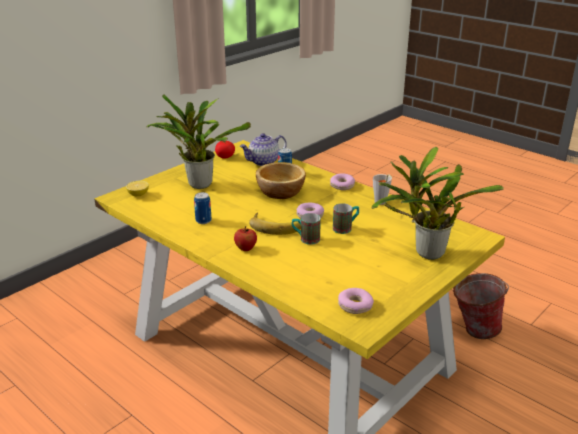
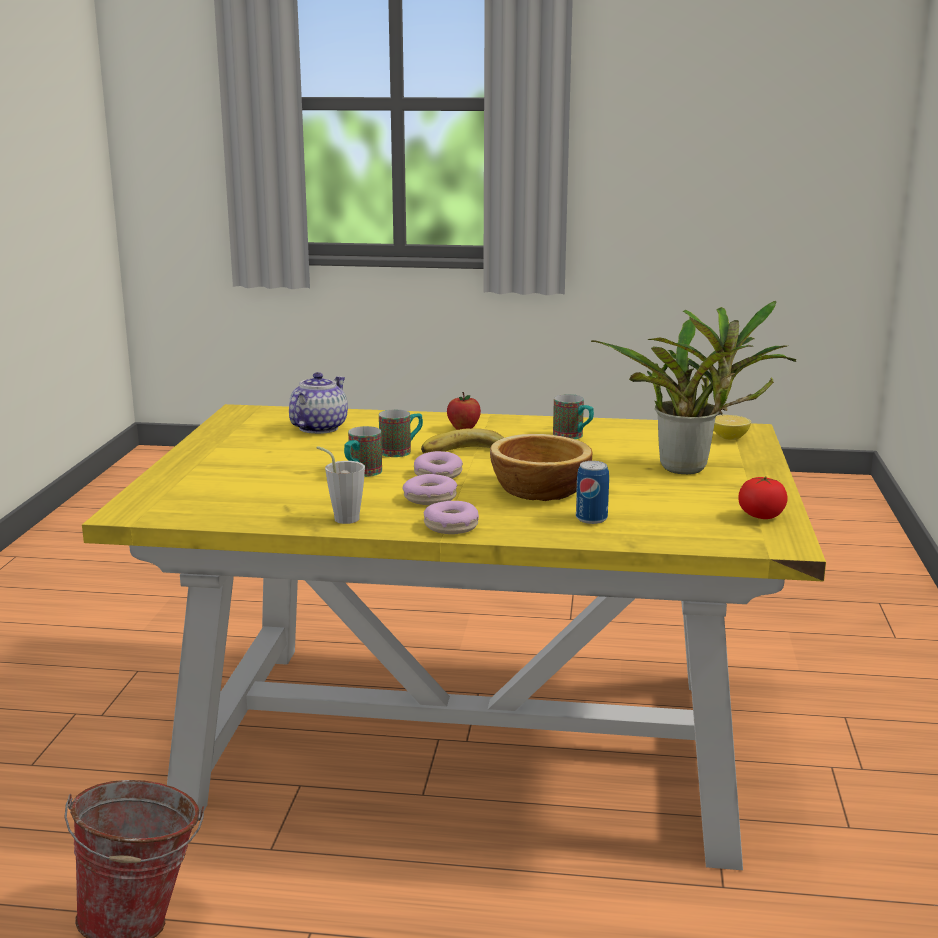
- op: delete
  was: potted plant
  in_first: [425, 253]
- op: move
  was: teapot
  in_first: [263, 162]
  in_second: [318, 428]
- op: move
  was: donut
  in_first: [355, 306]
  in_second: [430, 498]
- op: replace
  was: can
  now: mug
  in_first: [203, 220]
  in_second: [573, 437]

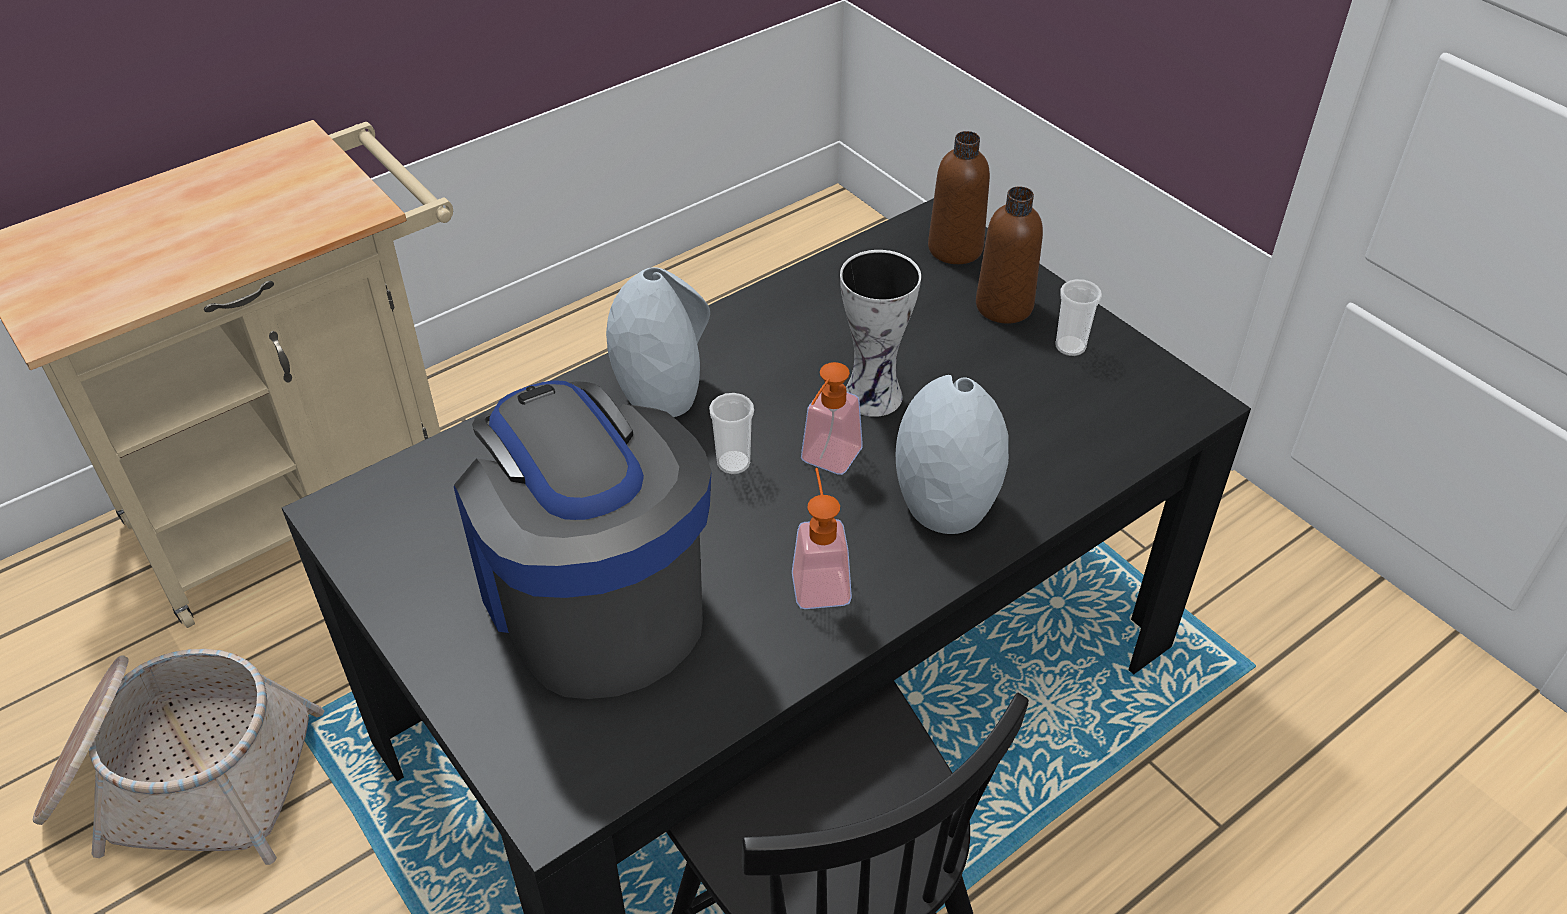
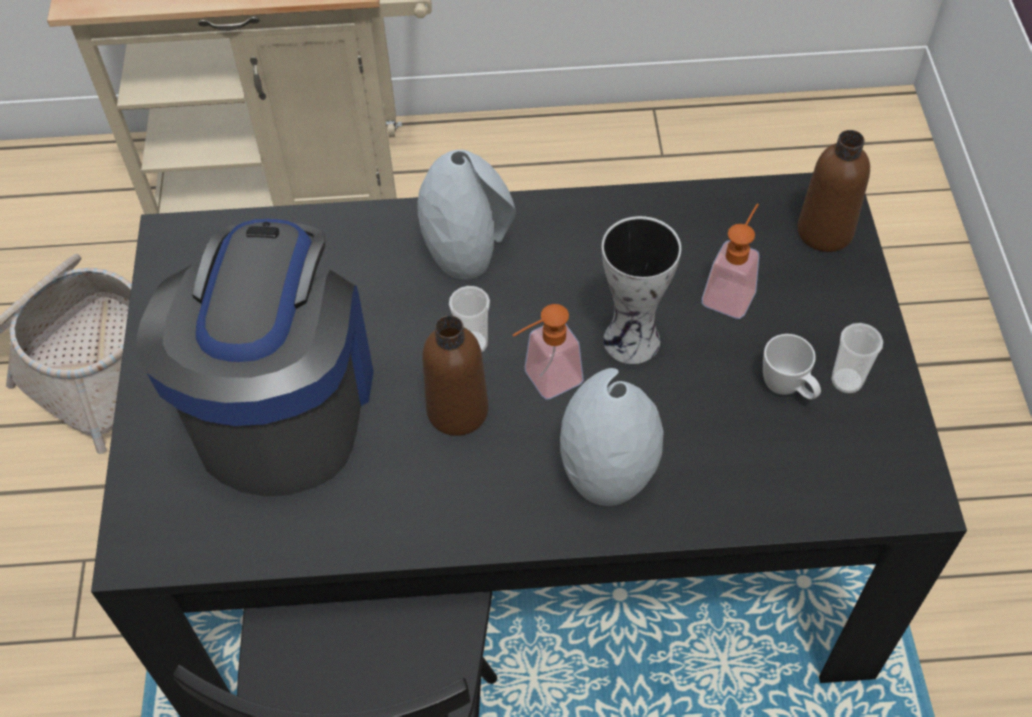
- op: insert
  now: white mug
  in_second: [788, 389]
- op: move
  was: soap dispenser
  in_first: [819, 579]
  in_second: [732, 291]
- op: move
  was: brown bottle
  in_first: [1004, 306]
  in_second: [457, 410]

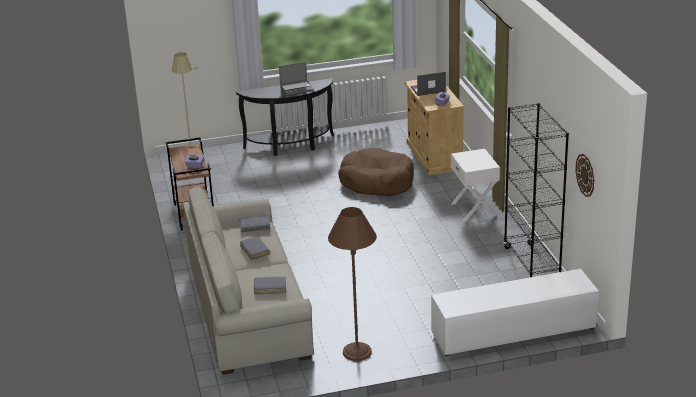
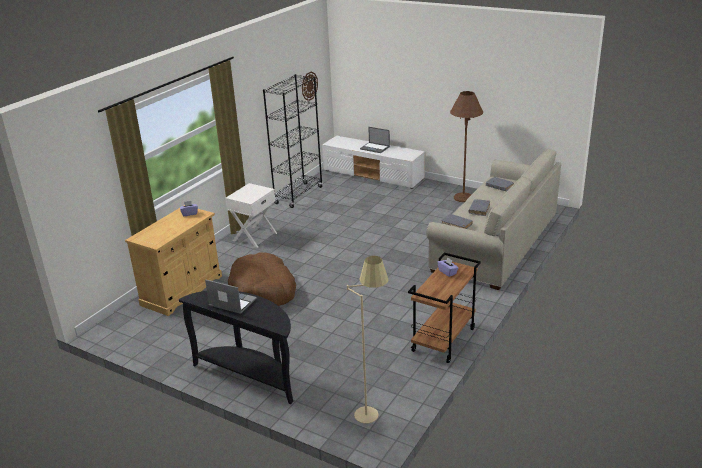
- op: move
  was: laptop
  in_first: [427, 90]
  in_second: [375, 148]

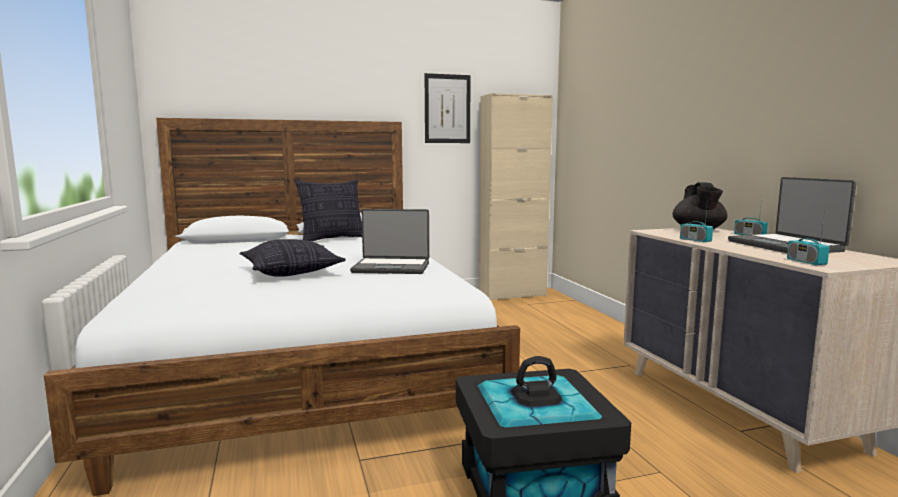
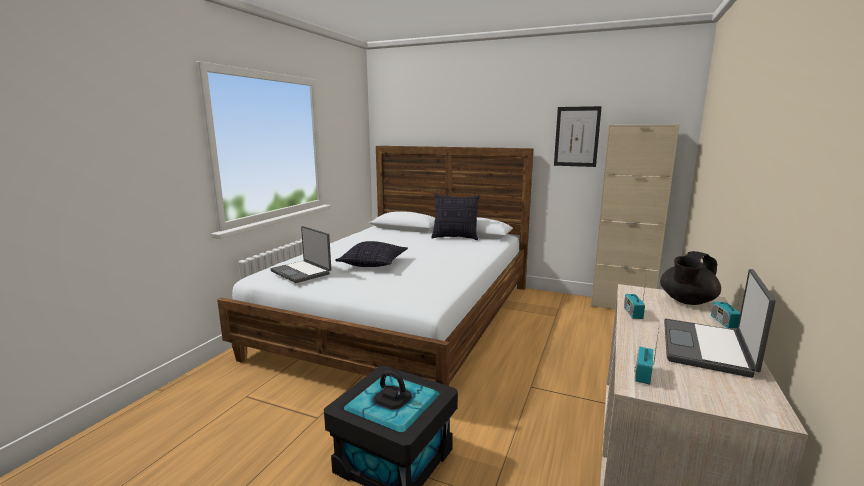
- op: move
  was: laptop
  in_first: [392, 267]
  in_second: [302, 272]

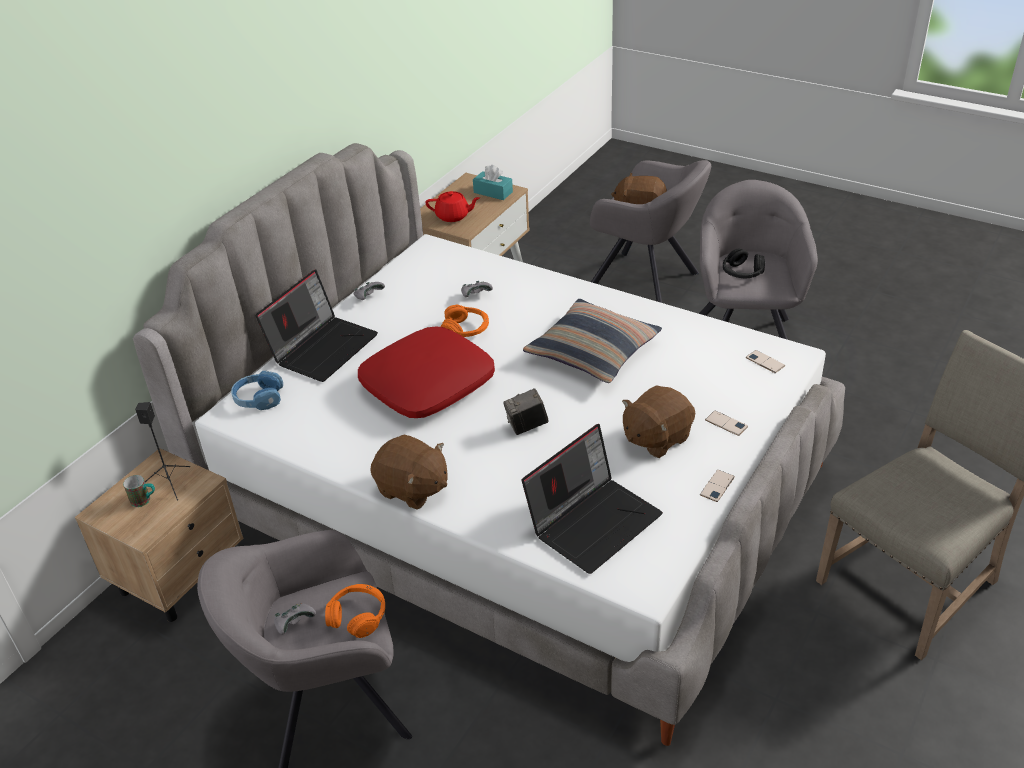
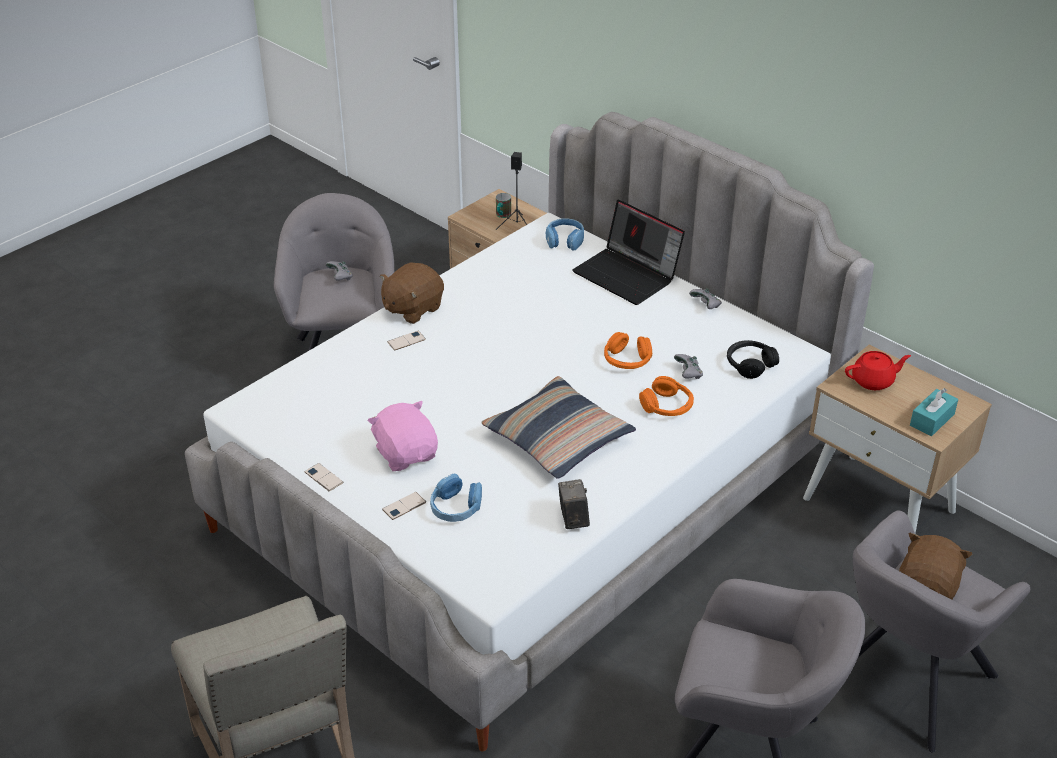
- op: delete
  was: red pillow
  in_first: [427, 384]
- op: delete
  was: laptop
  in_first: [593, 521]
- op: insert
  now: blue headphones
  in_second: [456, 508]
- op: move
  was: orange headphones
  in_first: [358, 616]
  in_second: [667, 406]
- op: move
  was: photo camera
  in_first: [526, 426]
  in_second: [573, 518]
- op: move
  was: black headphones
  in_first: [742, 273]
  in_second: [750, 364]
- op: move
  was: phone
  in_first: [765, 362]
  in_second: [406, 341]
- op: recolor
  was: brown plush toy
  now: pink plush toy
  in_first: [656, 438]
  in_second: [406, 454]
- op: rotate
  was: red teapot
  in_first: [453, 216]
  in_second: [873, 381]
  clockwise: -120

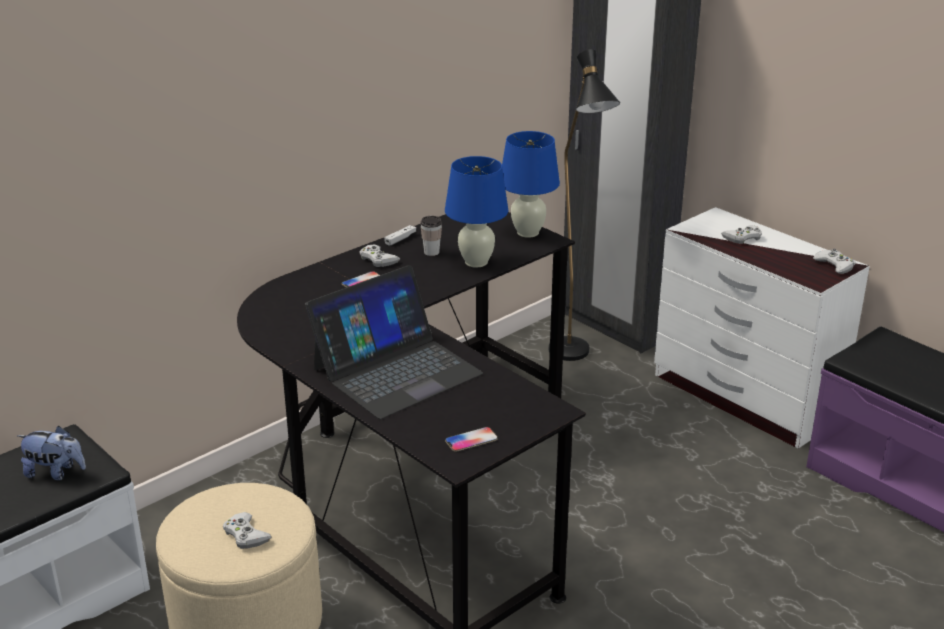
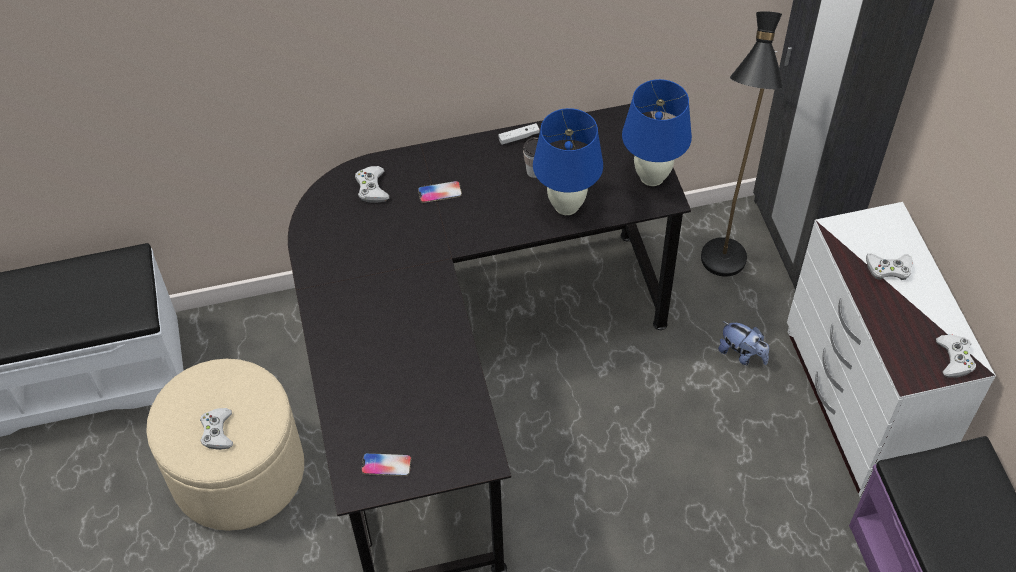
- op: delete
  was: laptop
  in_first: [396, 370]
- op: move
  was: plush toy
  in_first: [55, 472]
  in_second: [742, 354]
- op: move
  was: white game controller
  in_first: [378, 259]
  in_second: [372, 188]

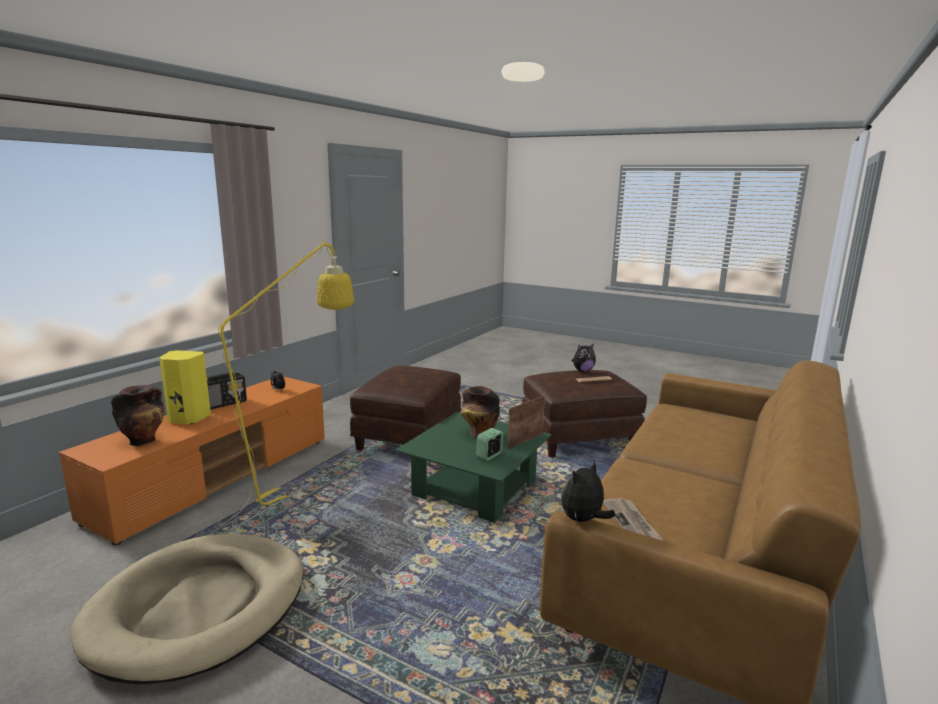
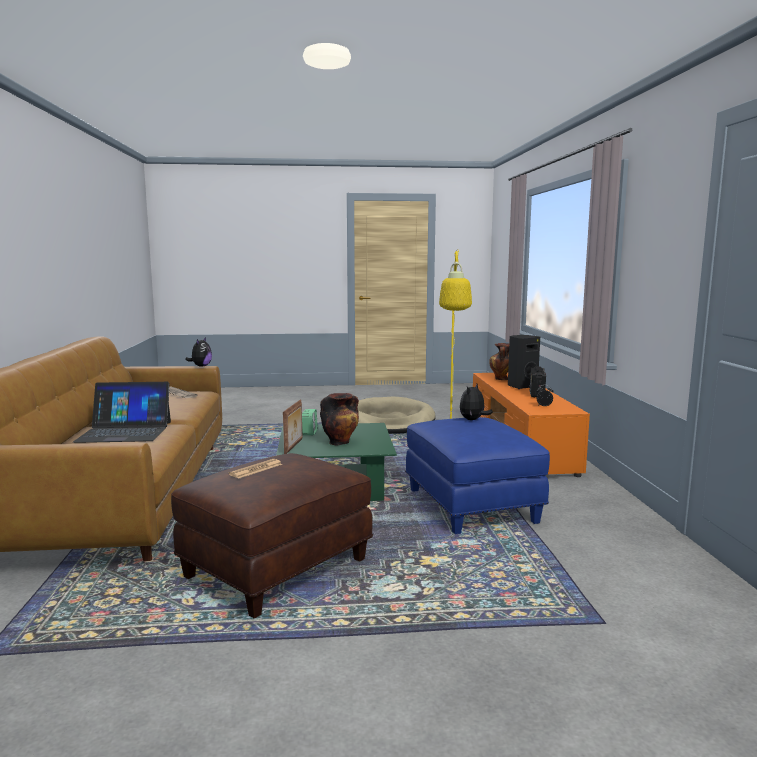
- op: insert
  now: laptop
  in_second: [125, 432]
- op: move
  was: plush toy
  in_first: [582, 371]
  in_second: [473, 420]
- op: recolor
  was: yellow speaker
  now: black speaker
  in_first: [188, 419]
  in_second: [521, 386]
- op: recolor
  was: brown ottoman
  now: blue ottoman
  in_first: [408, 436]
  in_second: [473, 506]

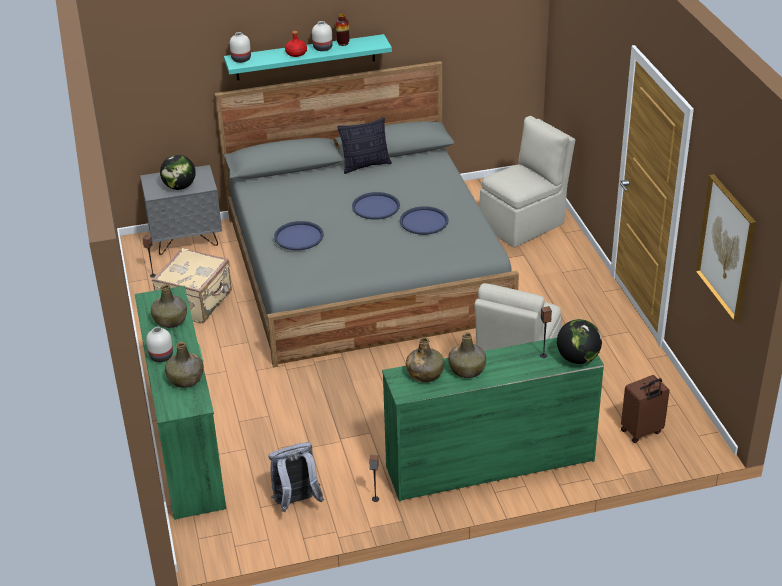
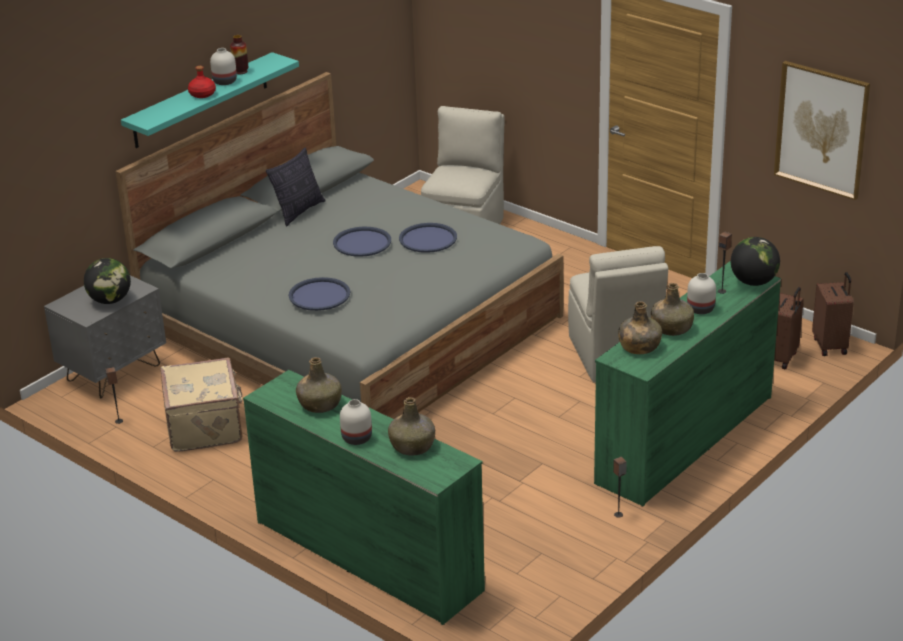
- op: delete
  was: grey backpack
  in_first: [296, 502]
- op: insert
  now: brown suitcase
  in_second: [830, 346]
- op: move
  was: white vase
  in_first: [241, 59]
  in_second: [700, 309]

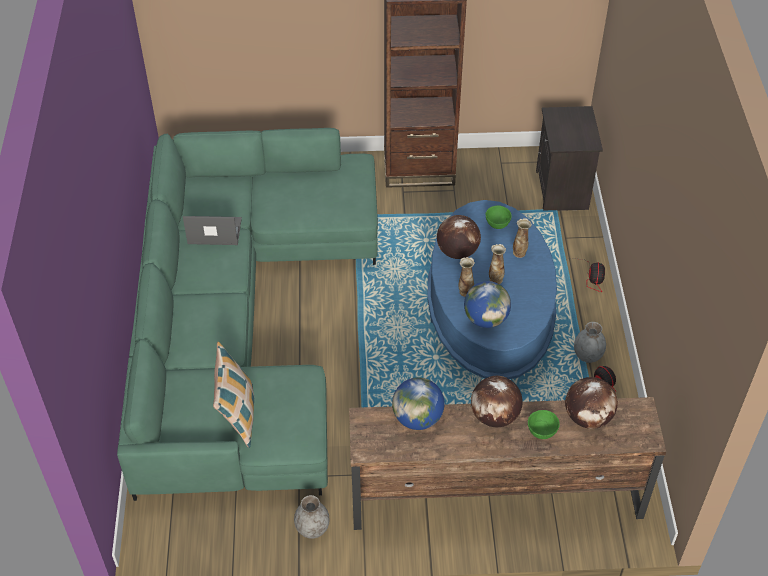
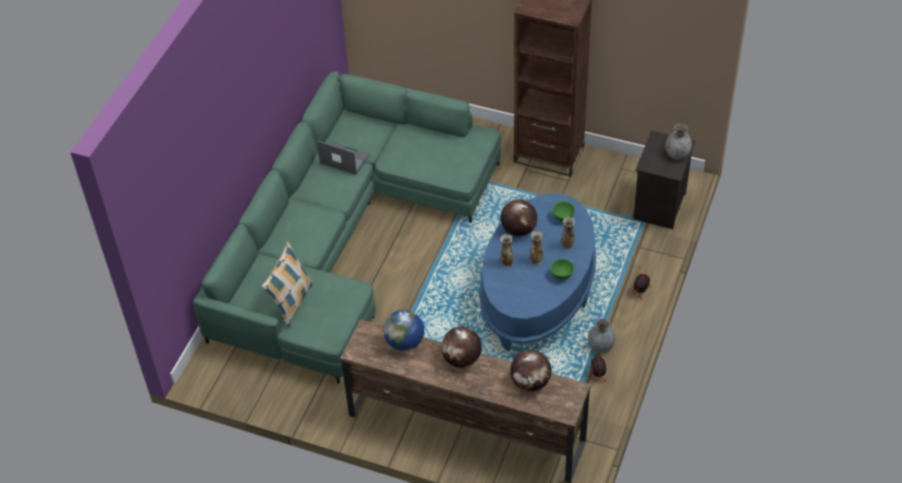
- op: delete
  was: globe
  in_first: [485, 319]
- op: move
  was: grey vase
  in_first: [312, 528]
  in_second: [677, 154]
- op: move
  was: green bowl
  in_first: [541, 432]
  in_second: [561, 275]

